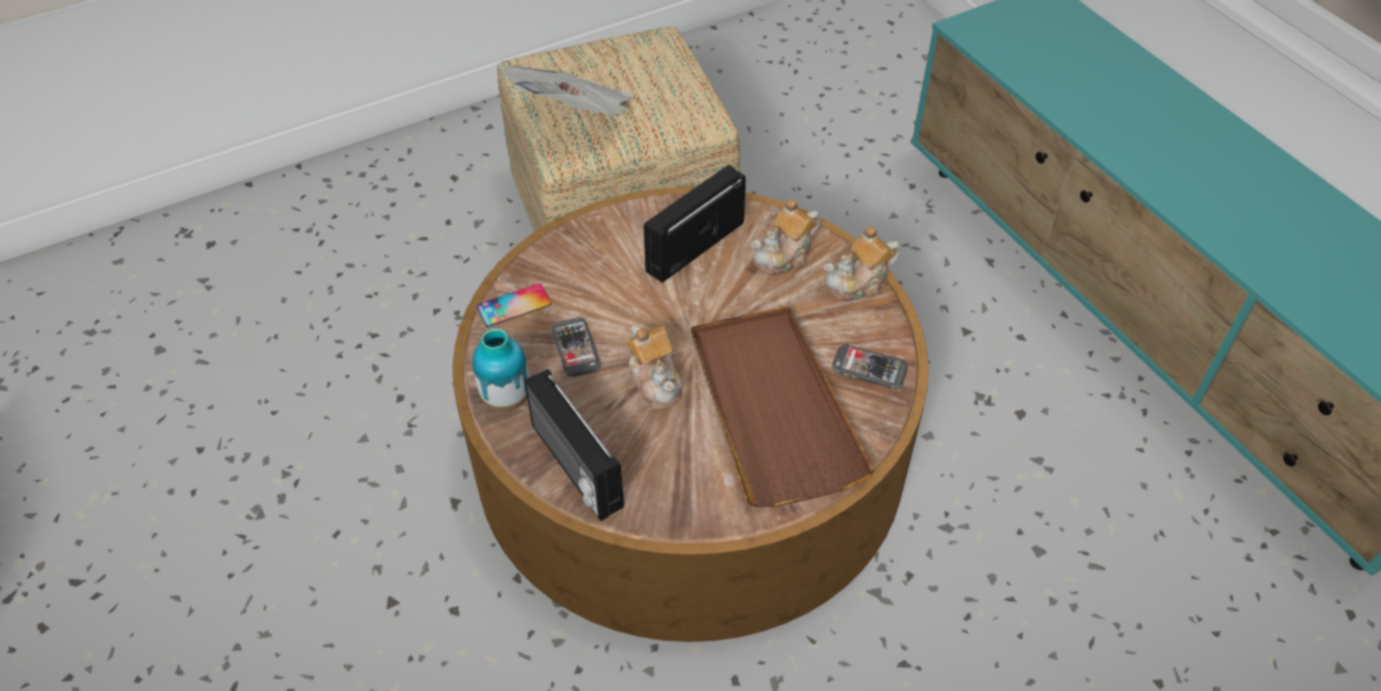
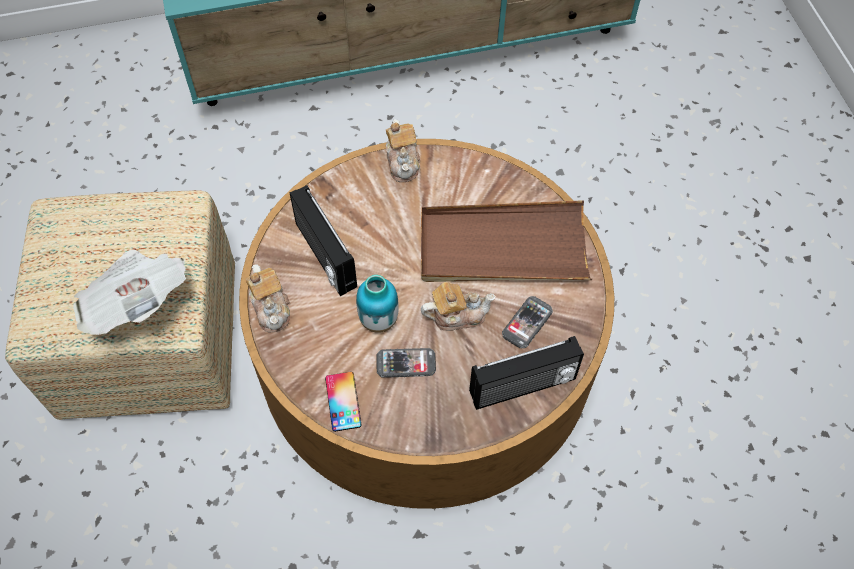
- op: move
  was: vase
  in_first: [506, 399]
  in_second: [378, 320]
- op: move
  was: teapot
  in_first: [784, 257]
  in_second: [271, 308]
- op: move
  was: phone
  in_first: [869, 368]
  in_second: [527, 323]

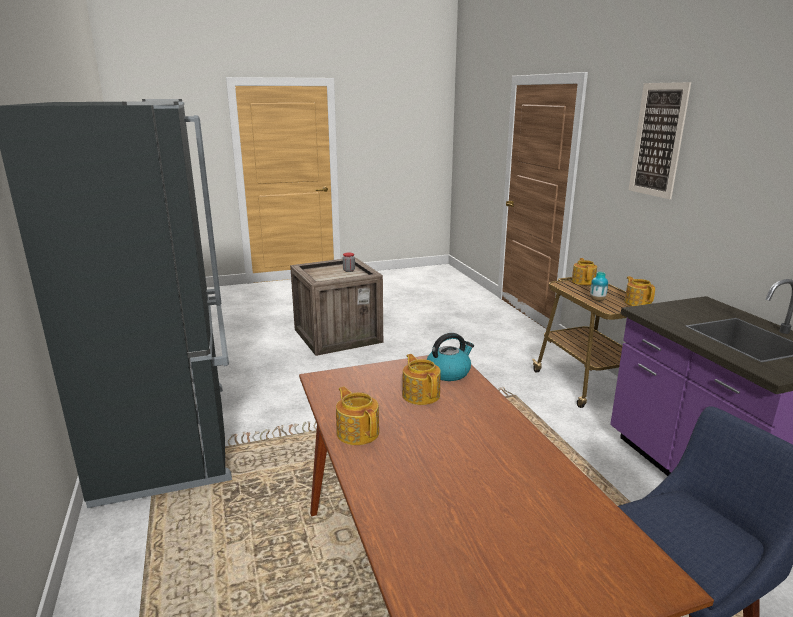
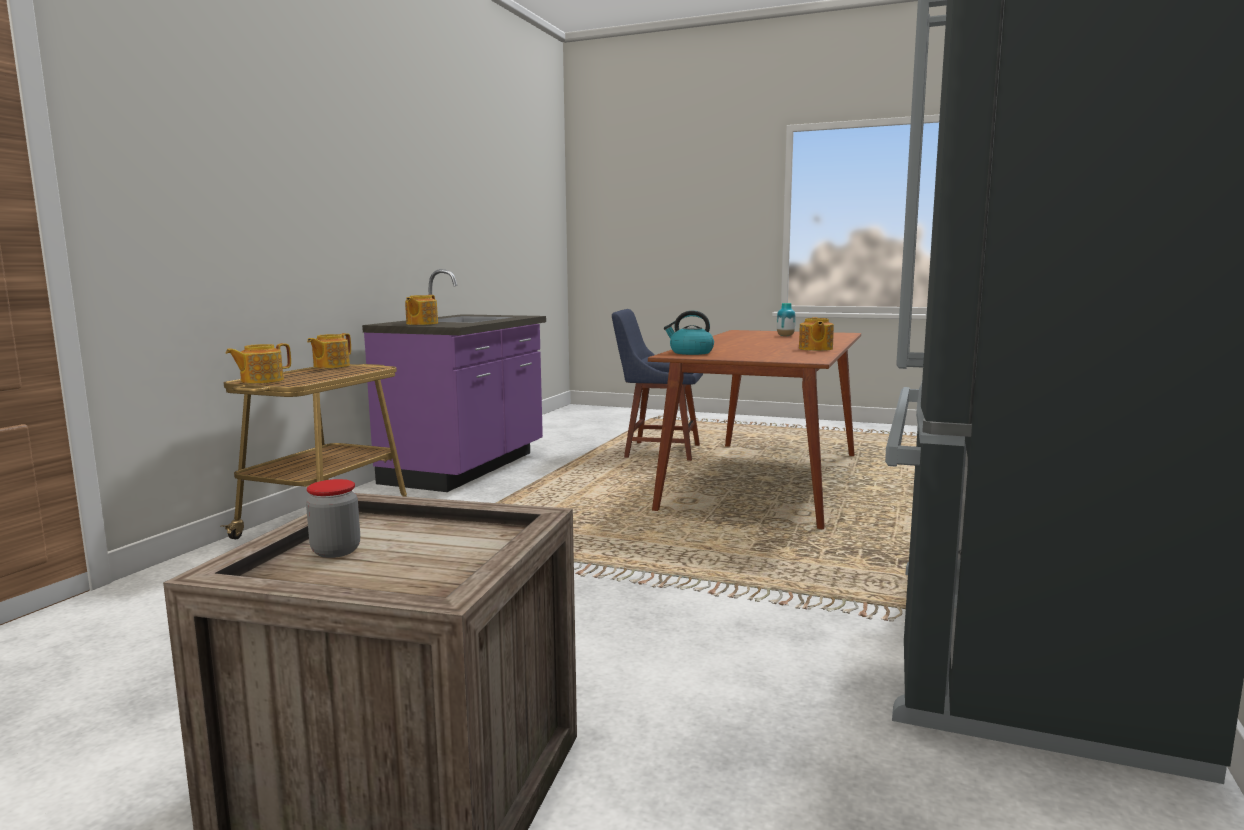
- op: delete
  was: picture
  in_first: [658, 140]
- op: move
  was: teapot
  in_first: [421, 395]
  in_second: [421, 324]
- op: move
  was: vase
  in_first: [597, 300]
  in_second: [785, 336]

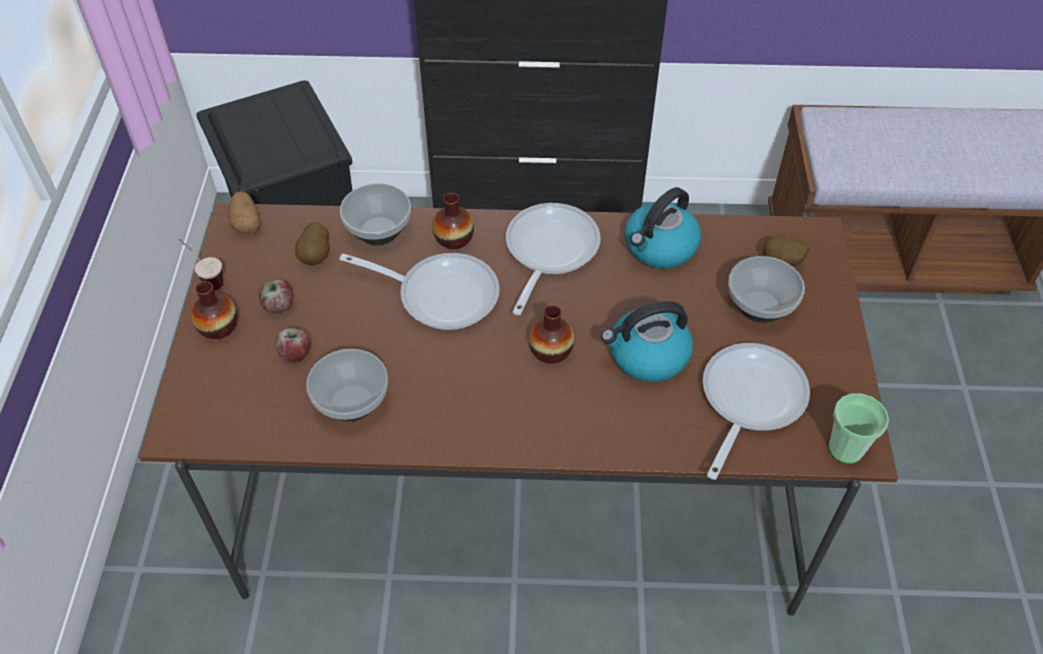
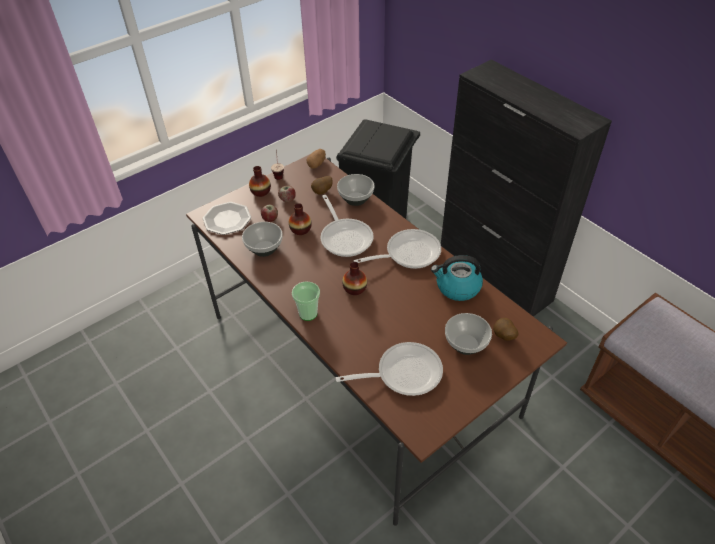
- op: delete
  was: kettle
  in_first: [647, 356]
- op: insert
  now: plate
  in_second: [227, 219]
- op: move
  was: vase
  in_first: [454, 238]
  in_second: [300, 229]
- op: move
  was: cup
  in_first: [845, 449]
  in_second: [308, 313]

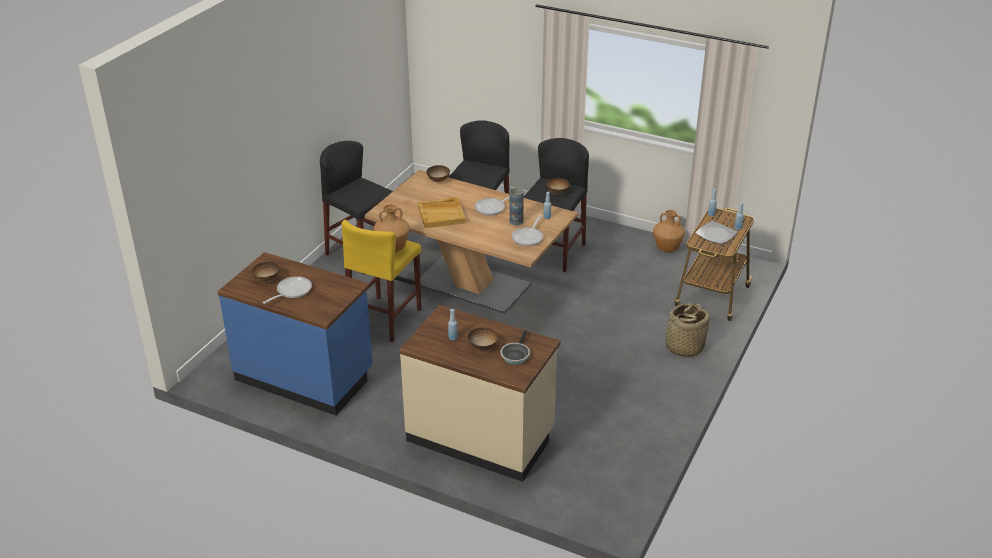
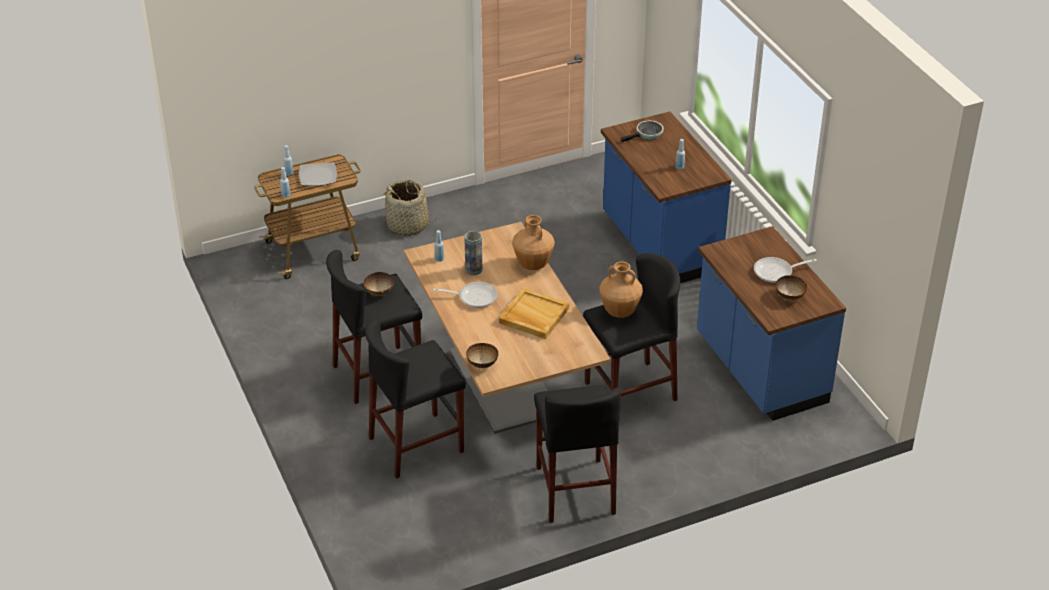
- op: delete
  was: bowl
  in_first: [483, 347]
- op: delete
  was: frying pan
  in_first: [528, 237]
- op: move
  was: brown vase
  in_first: [666, 249]
  in_second: [533, 265]
- op: recolor
  was: yellow stool
  now: black stool
  in_first: [385, 319]
  in_second: [630, 391]
- op: recolor
  was: beige counter
  now: blue counter
  in_first: [481, 436]
  in_second: [658, 245]

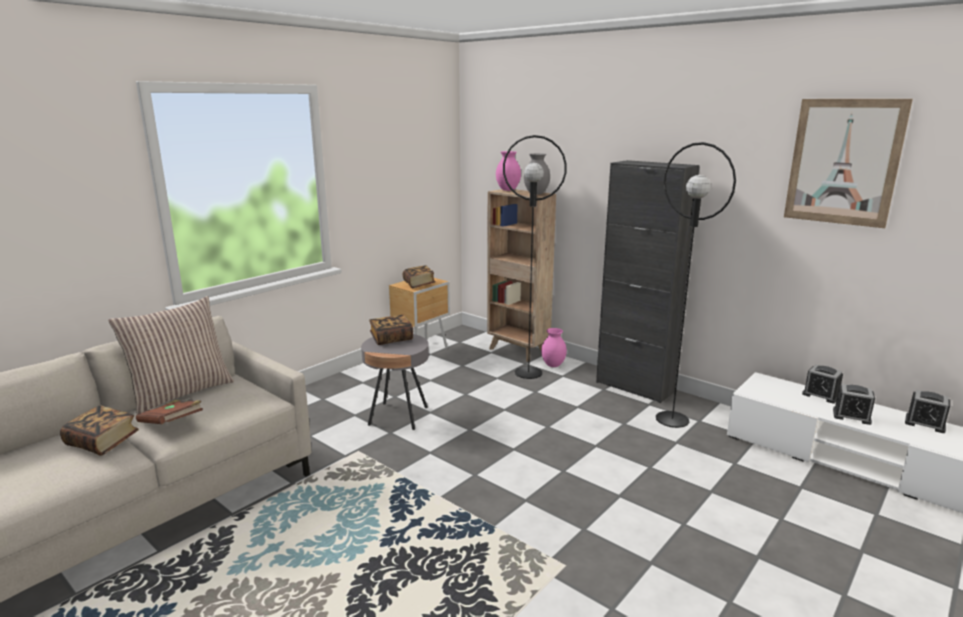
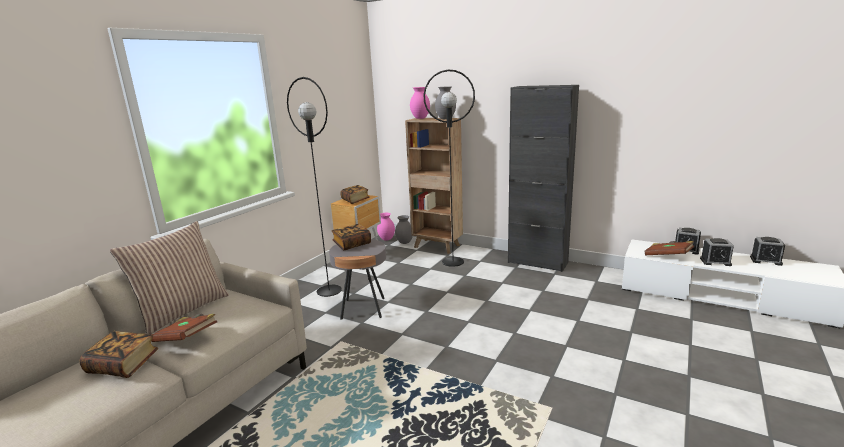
- op: delete
  was: picture
  in_first: [843, 162]
- op: insert
  now: grey vase
  in_second: [405, 242]
- op: insert
  now: brown book
  in_second: [668, 256]
- op: move
  was: pink vase
  in_first: [553, 365]
  in_second: [386, 239]
- op: move
  was: black floor lamp
  in_first: [671, 419]
  in_second: [329, 290]

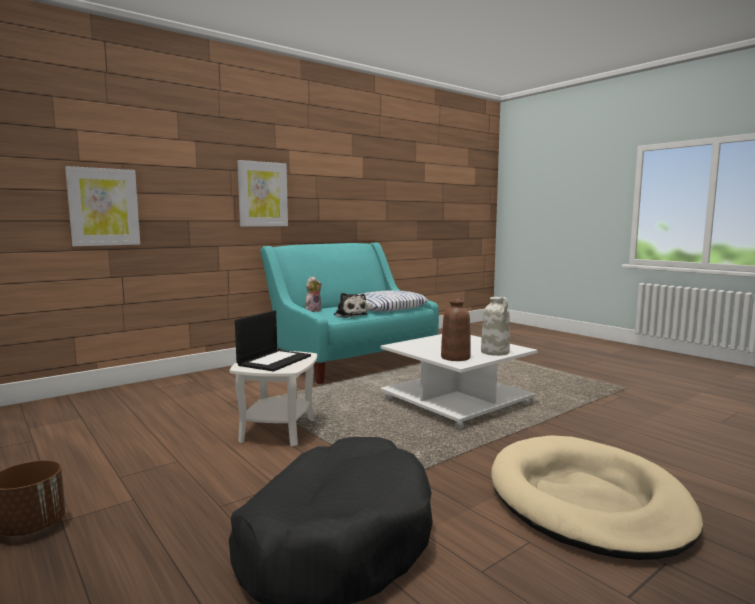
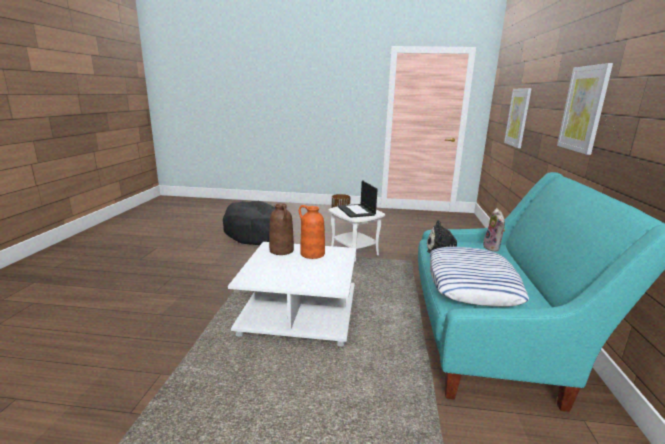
- op: delete
  was: white vase
  in_first: [495, 352]
- op: delete
  was: beige dog bed
  in_first: [587, 501]
- op: insert
  now: orange vase
  in_second: [312, 254]

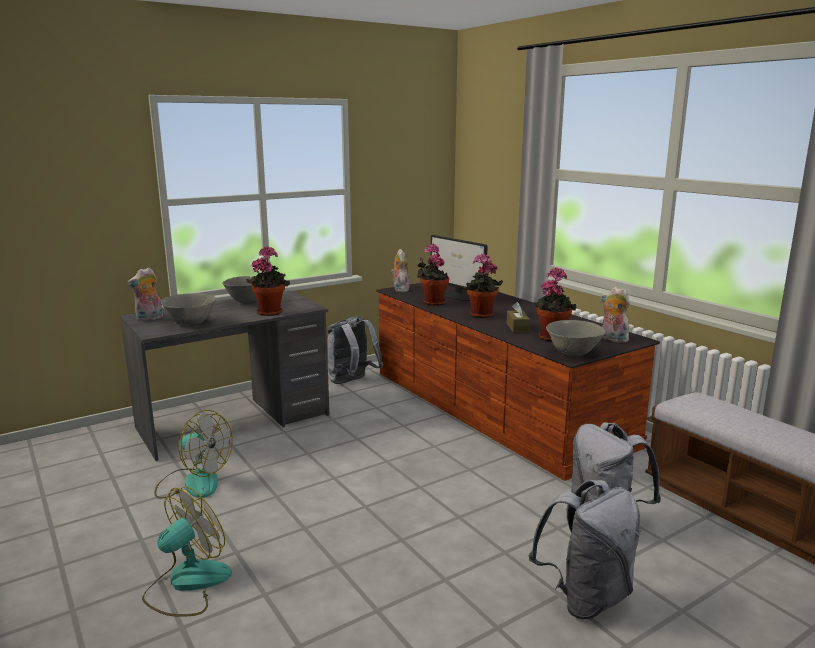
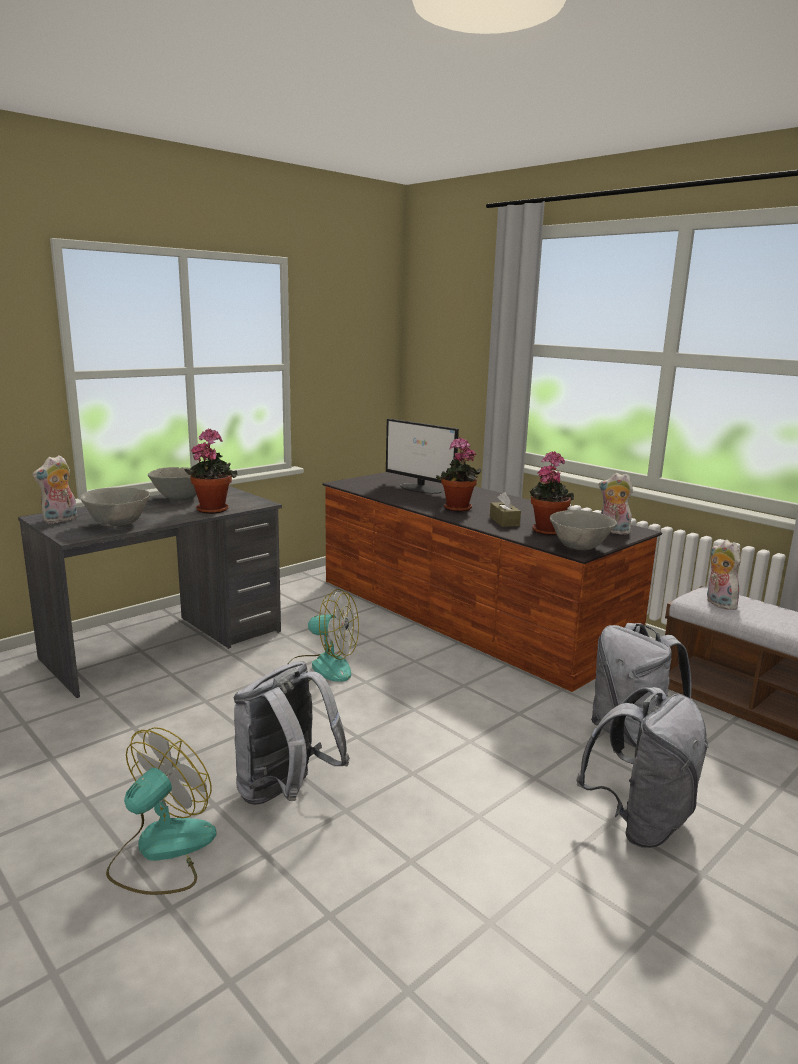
- op: delete
  was: potted plant
  in_first: [432, 302]
- op: move
  was: fan
  in_first: [193, 482]
  in_second: [321, 668]
- op: move
  was: grey backpack
  in_first: [352, 382]
  in_second: [285, 793]
- op: move
  was: plush toy
  in_first: [400, 289]
  in_second: [718, 603]

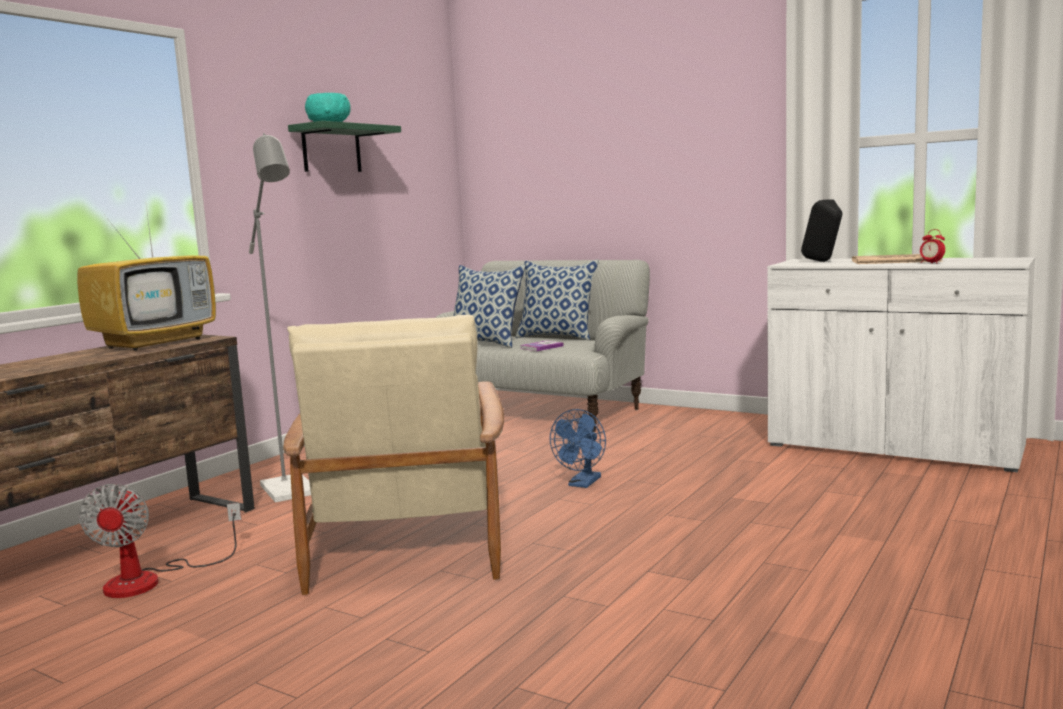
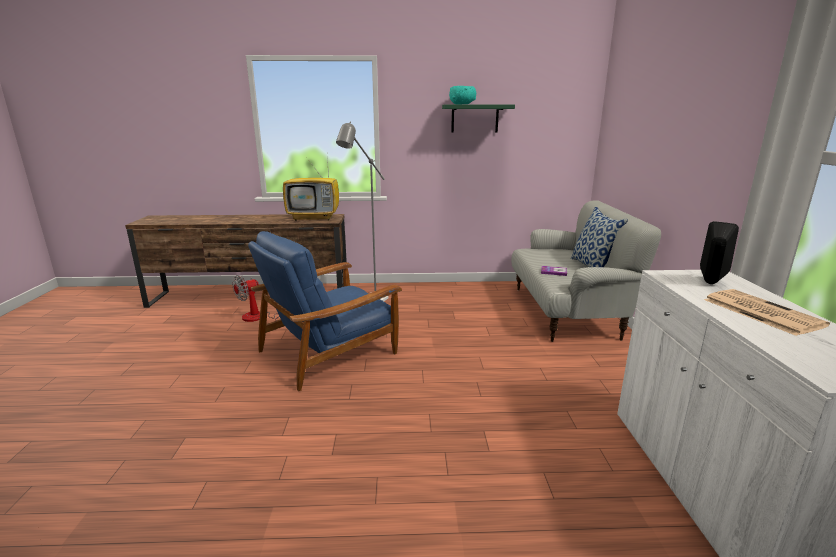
- op: delete
  was: pillow
  in_first: [486, 343]
- op: delete
  was: blue fan
  in_first: [582, 484]
- op: delete
  was: alarm clock
  in_first: [931, 263]
- op: recolor
  was: beige armchair
  now: blue armchair
  in_first: [408, 542]
  in_second: [330, 352]

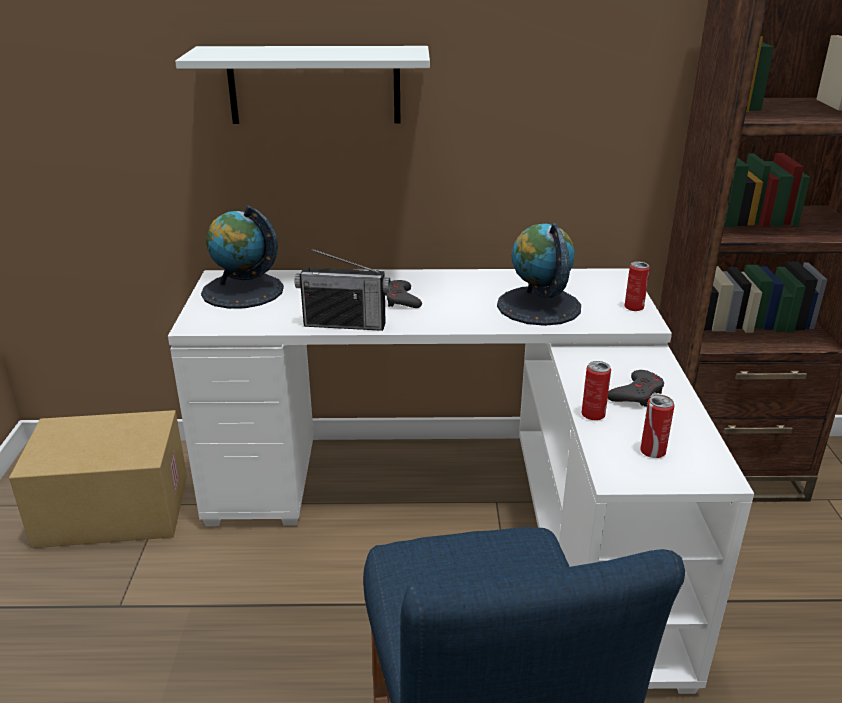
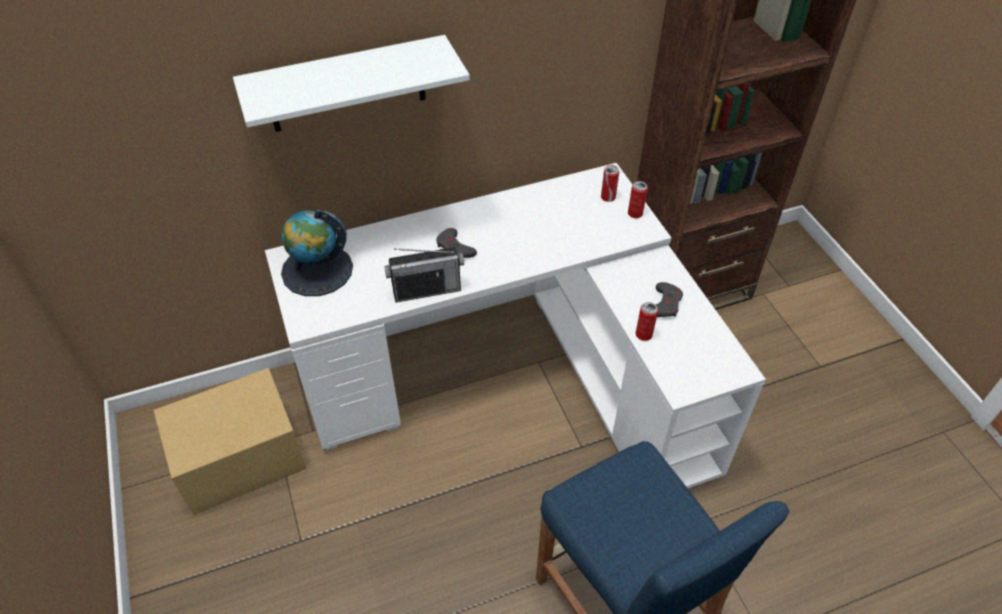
- op: delete
  was: globe
  in_first: [538, 306]
- op: move
  was: can
  in_first: [652, 452]
  in_second: [608, 197]

